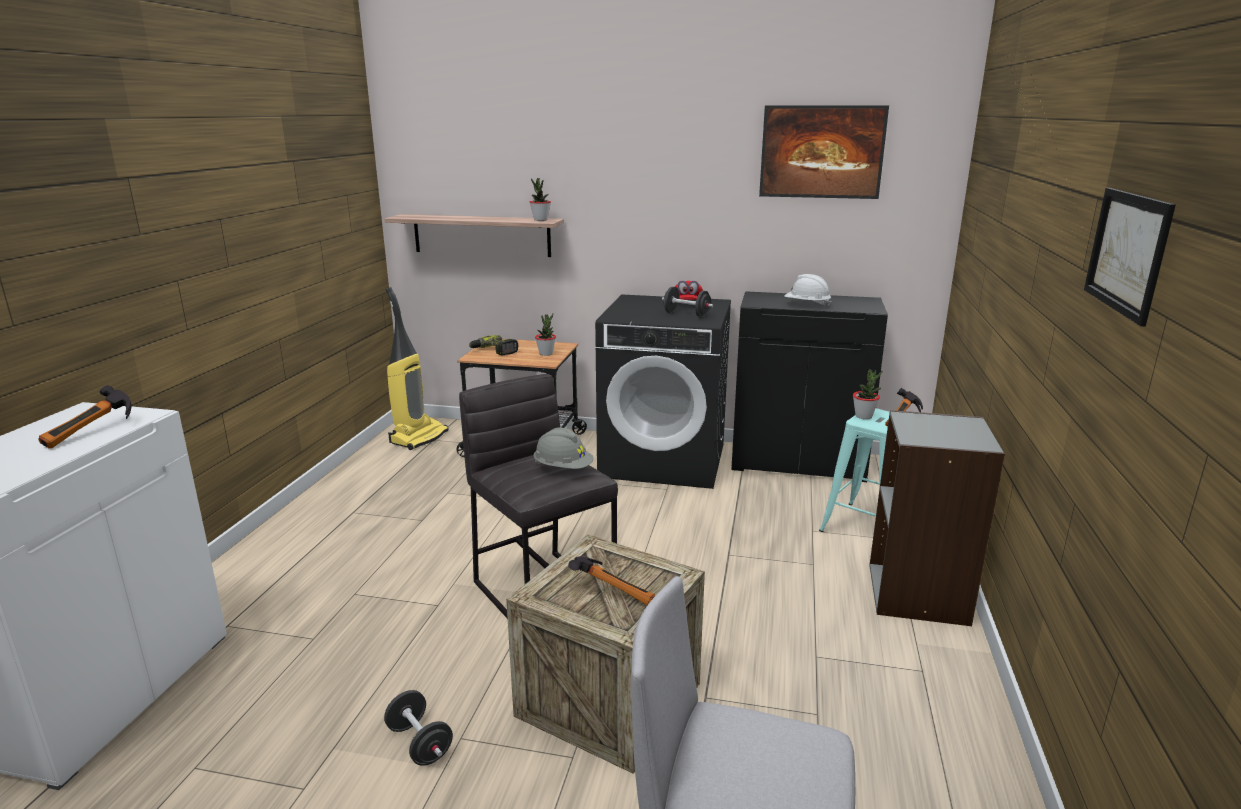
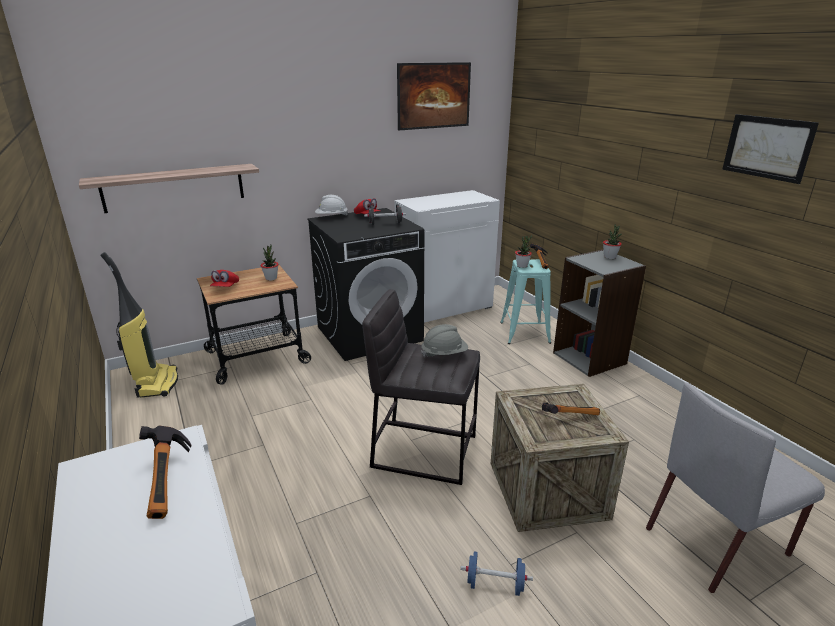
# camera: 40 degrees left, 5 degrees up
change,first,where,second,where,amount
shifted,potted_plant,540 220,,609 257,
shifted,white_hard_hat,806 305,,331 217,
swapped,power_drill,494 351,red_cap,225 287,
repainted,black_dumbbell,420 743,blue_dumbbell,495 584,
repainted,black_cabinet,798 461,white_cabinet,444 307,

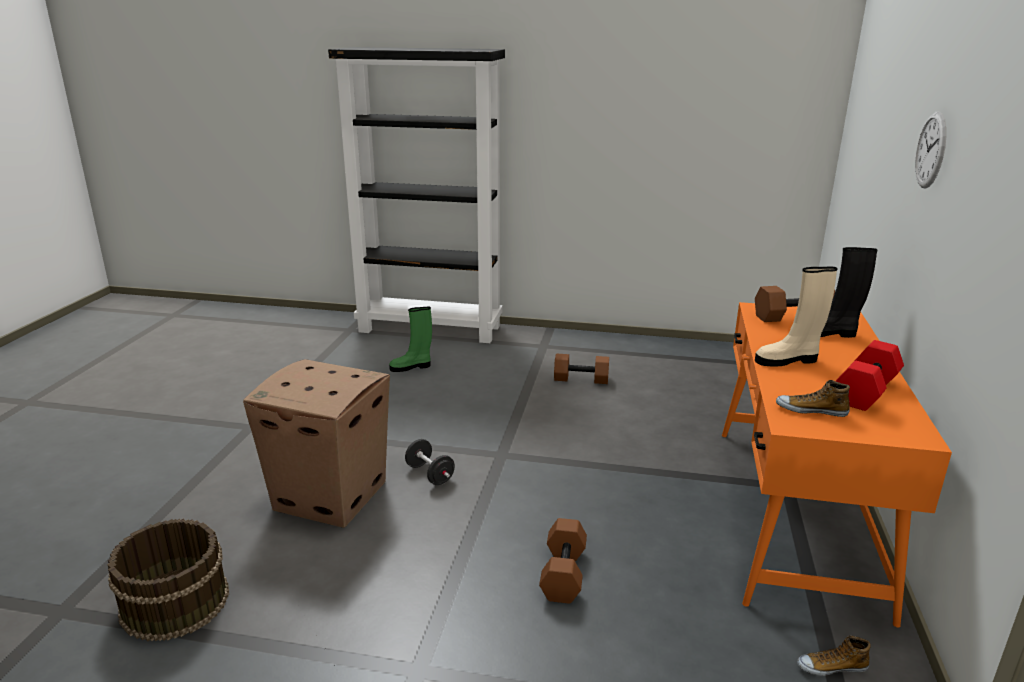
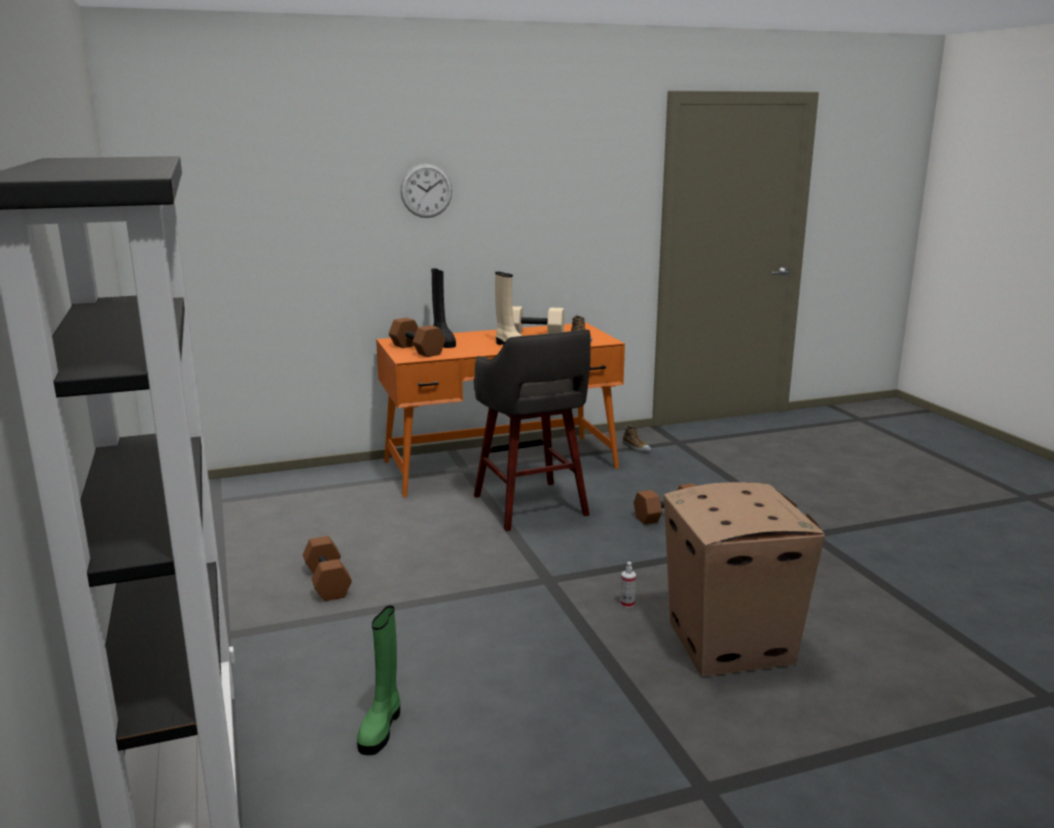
# camera: 120 degrees left, 5 degrees down
change,first,where,second,where,amount
gone,brown_bucket,173 602,,,
new,,,grey_stool,531 507,
swapped,black_dumbbell,430 474,spray_bottle,627 604,
repainted,red_dumbbell,864 391,beige_dumbbell,534 333,
rotated,green_boot,411 367,,381 728,60 degrees clockwise

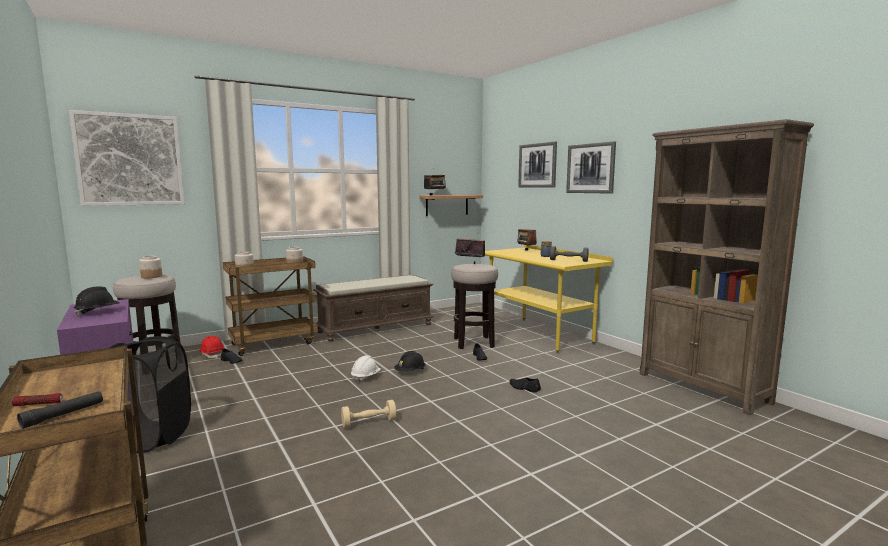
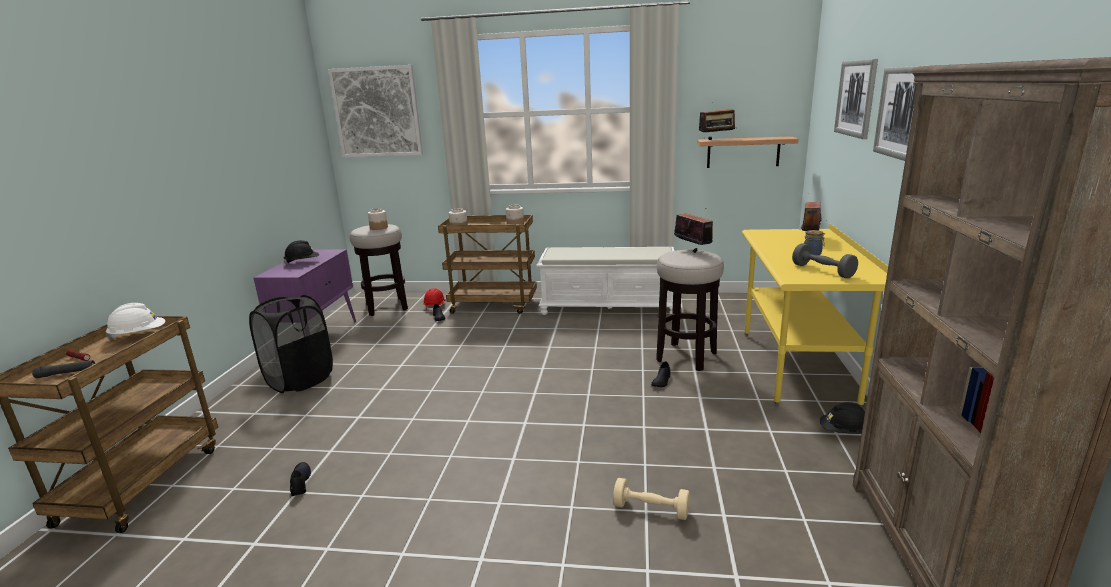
# camera: 40 degrees right, 10 degrees up
change,first,where,second,where,amount
shifted,beige_dumbbell,369 423,,651 509,
shifted,white_hard_hat,365 377,,139 335,
shifted,black_hard_hat,410 372,,843 432,
shifted,black_shoe,524 388,,300 482,
repainted,brown_bench,376 328,white_bench,609 307,

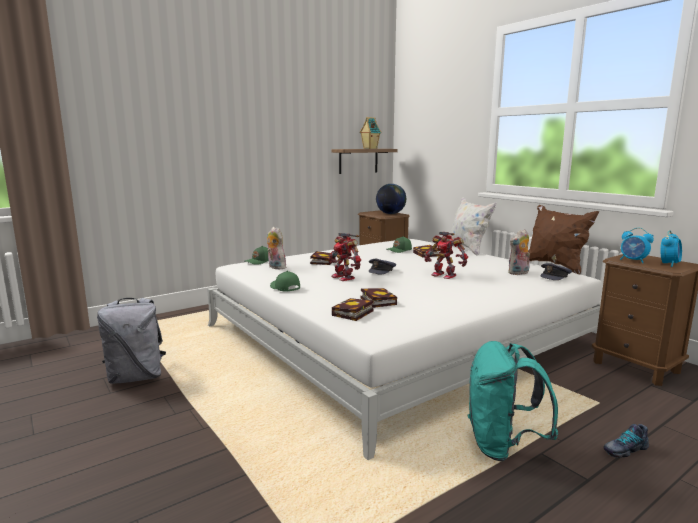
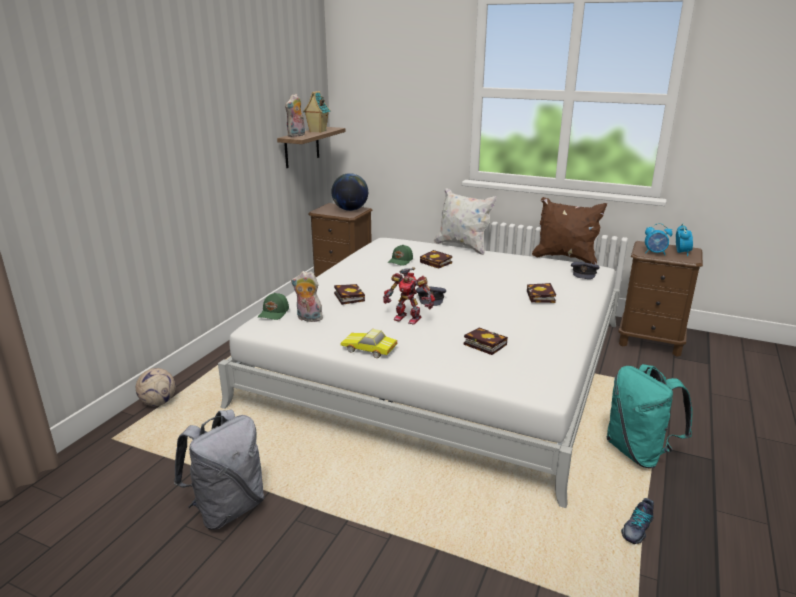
# camera: 30 degrees left, 10 degrees up
change,first,where,second,where,amount
gone,toy_robot,444 275,,,
new,,,football,158 402,
shifted,book,352 314,,541 297,
shifted,plush_toy,518 273,,296 135,
shifted,shoe,624 449,,636 528,
swapped,green_cap,284 288,toy_car,369 350,

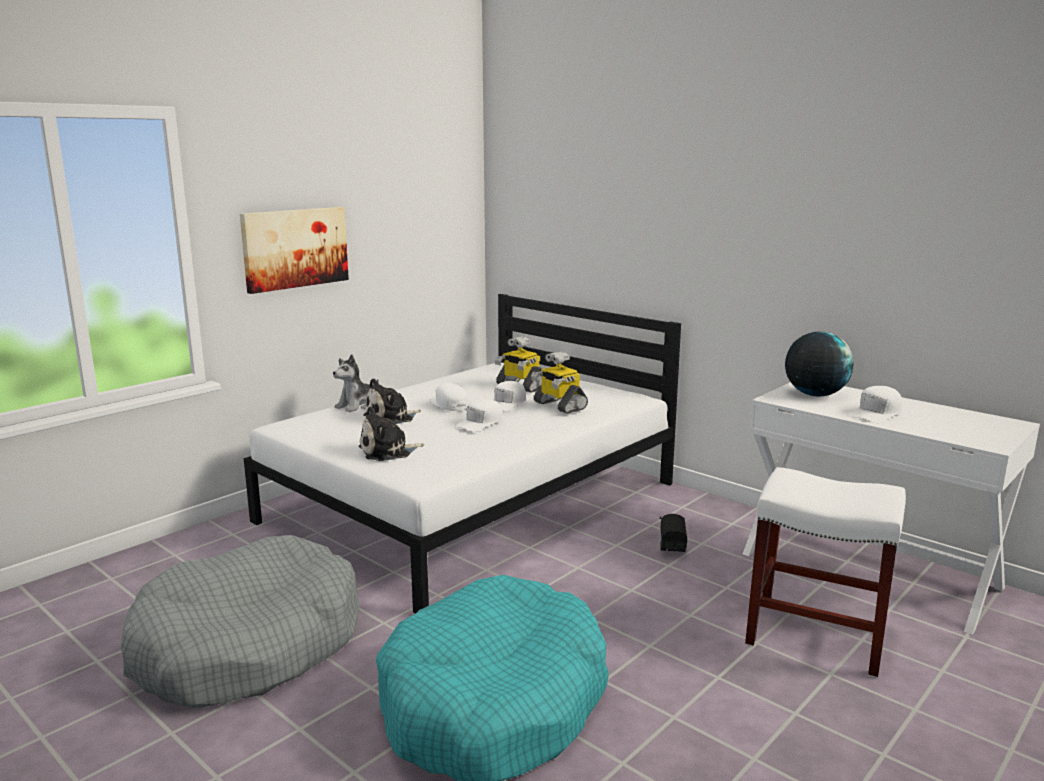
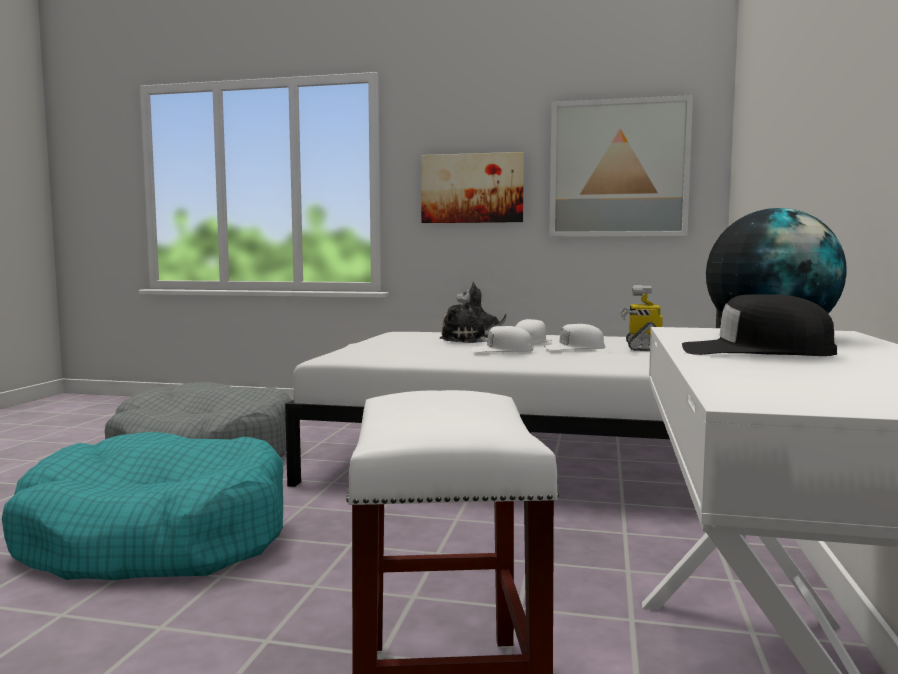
# camera: 60 degrees right, 10 degrees down
change,first,where,second,where,amount
gone,plush_toy,388 451,,,
gone,toy_robot,559 405,,,
gone,toy_truck,672 543,,,
new,,,picture,618 169,
repainted,white_cap,875 413,black_cap,755 352,

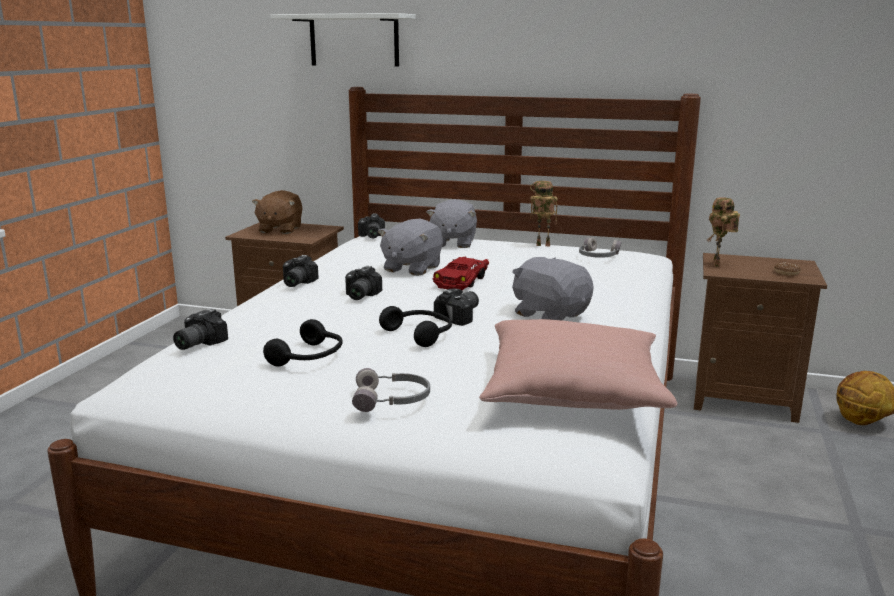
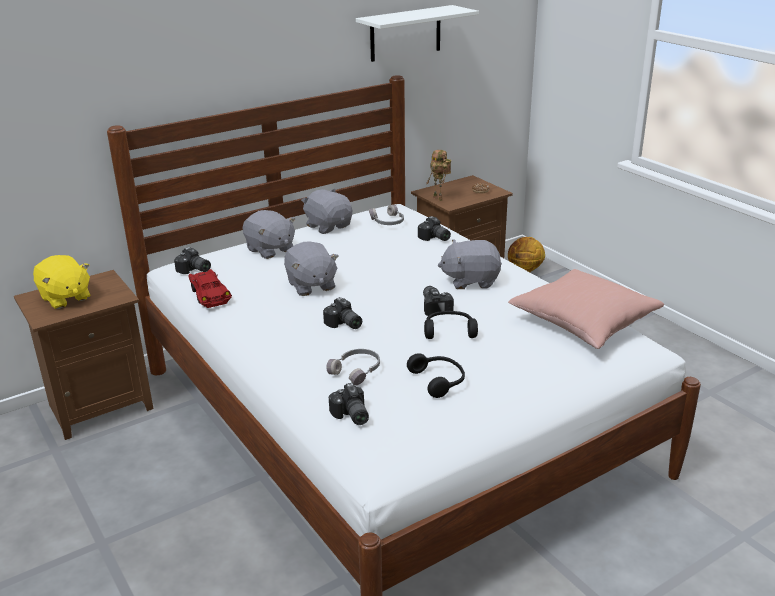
# camera: 50 degrees left, 10 degrees up
change,first,where,second,where,amount
shifted,white_shelf,354 40,,405 33,
shifted,photo_camera,295 283,,434 238,
shifted,grey_headphones,392 400,,357 371,
shifted,red_toy_car,463 281,,209 294,
swapped,toy_robot,541 245,grey_plush_toy,328 226,
repainted,brown_plush_toy,280 229,yellow_plush_toy,65 298,

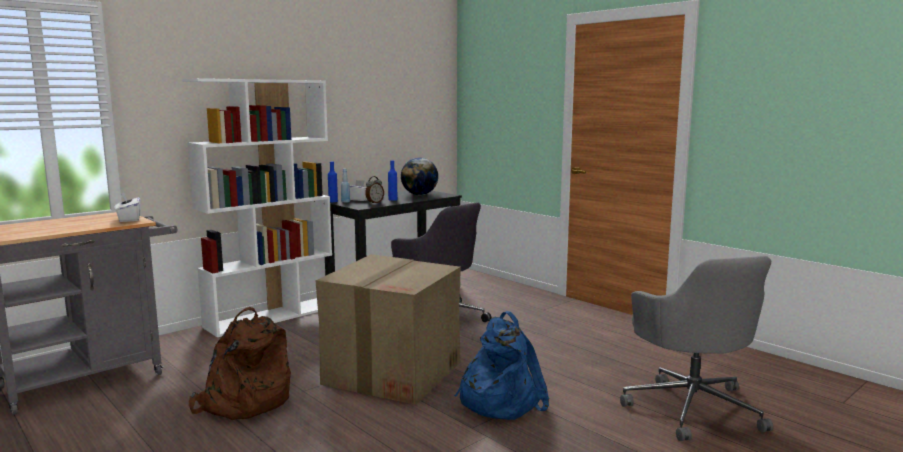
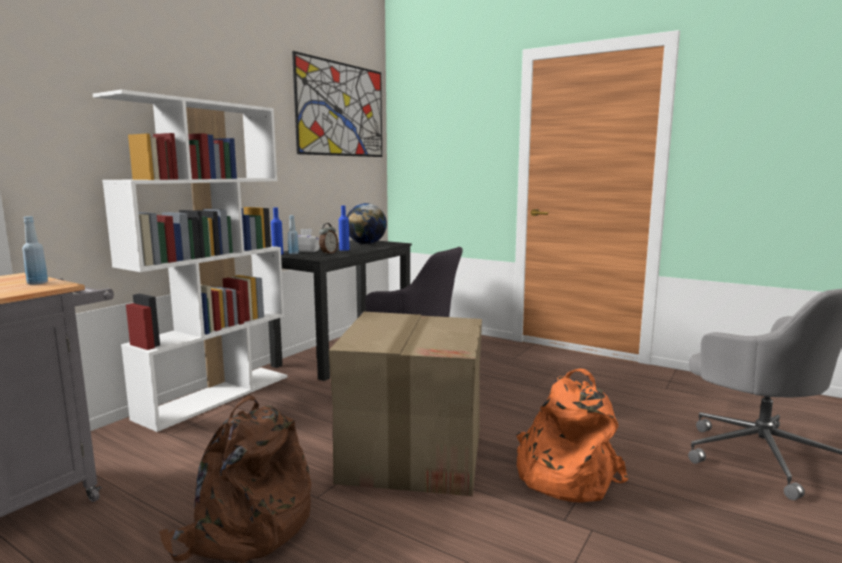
# camera: 15 degrees left, 0 degrees up
change,first,where,second,where,amount
new,,,picture,341 110,
swapped,white_tissue_box,129 219,blue_bottle,37 283,
repainted,blue_backpack,499 400,orange_backpack,562 475,

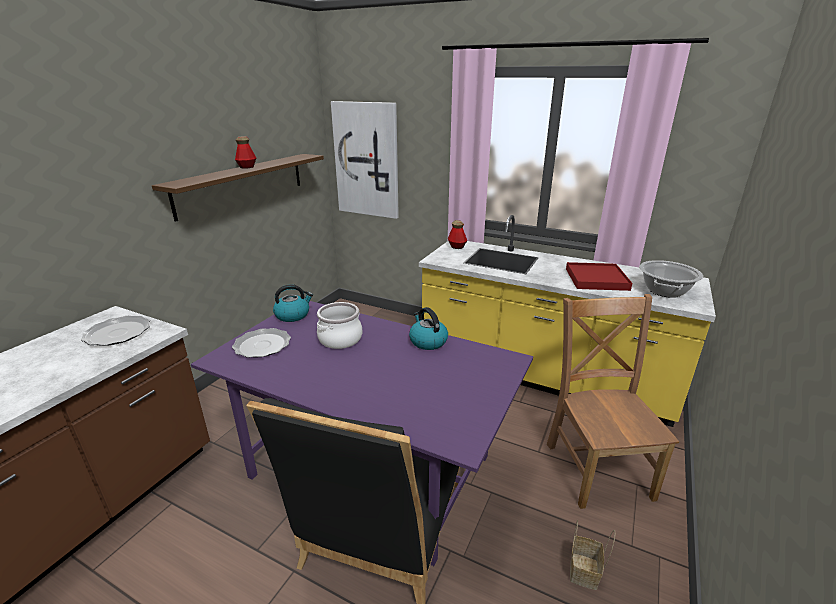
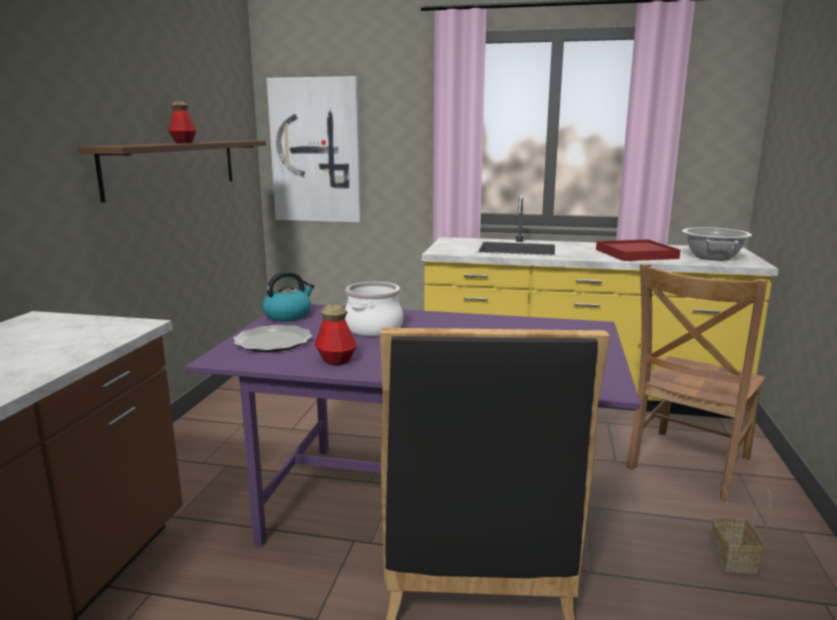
# camera: 15 degrees left, 10 degrees down
change,first,where,second,where,amount
gone,plate,118 333,,,
gone,kettle,427 341,,,
shifted,bottle,457 247,,336 360,
rotated,brown_chair,596 467,,687 465,120 degrees counterclockwise

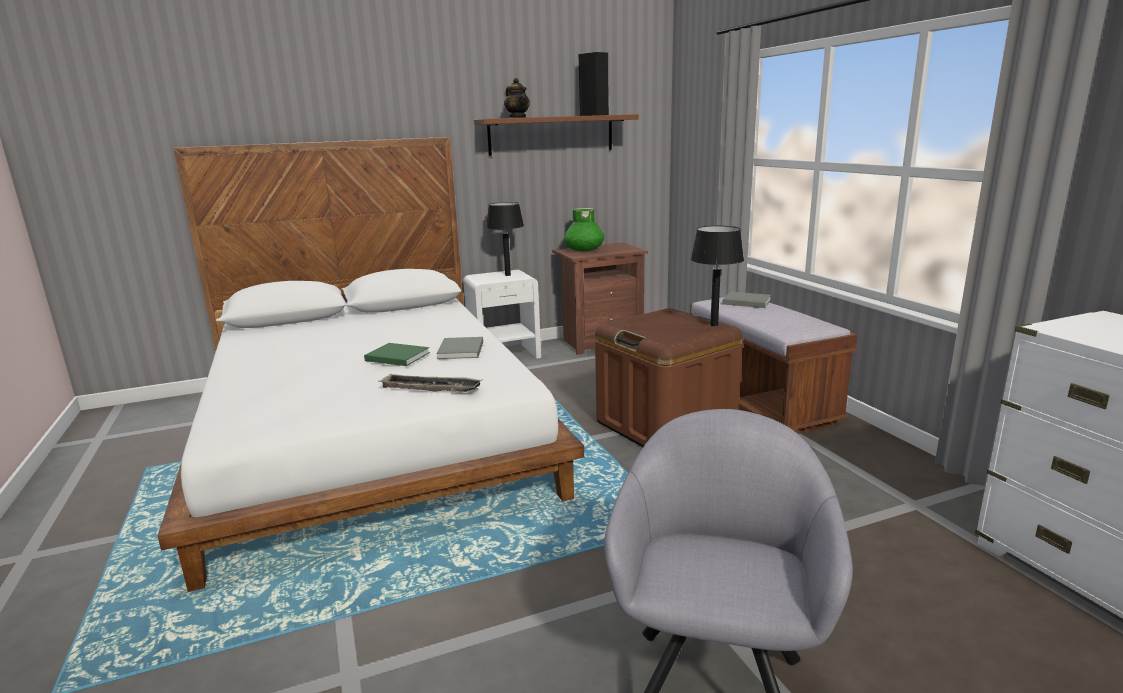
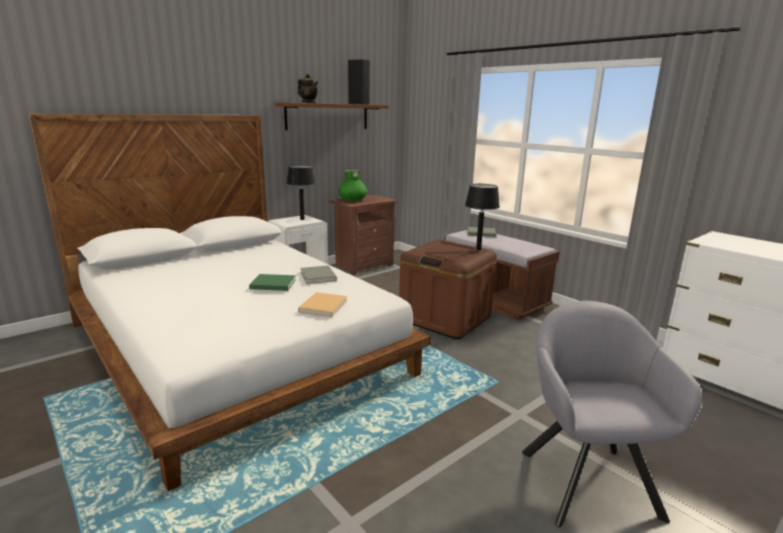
# camera: 20 degrees left, 0 degrees up
change,first,where,second,where,amount
swapped,tray,430 388,beige_book,324 305,

